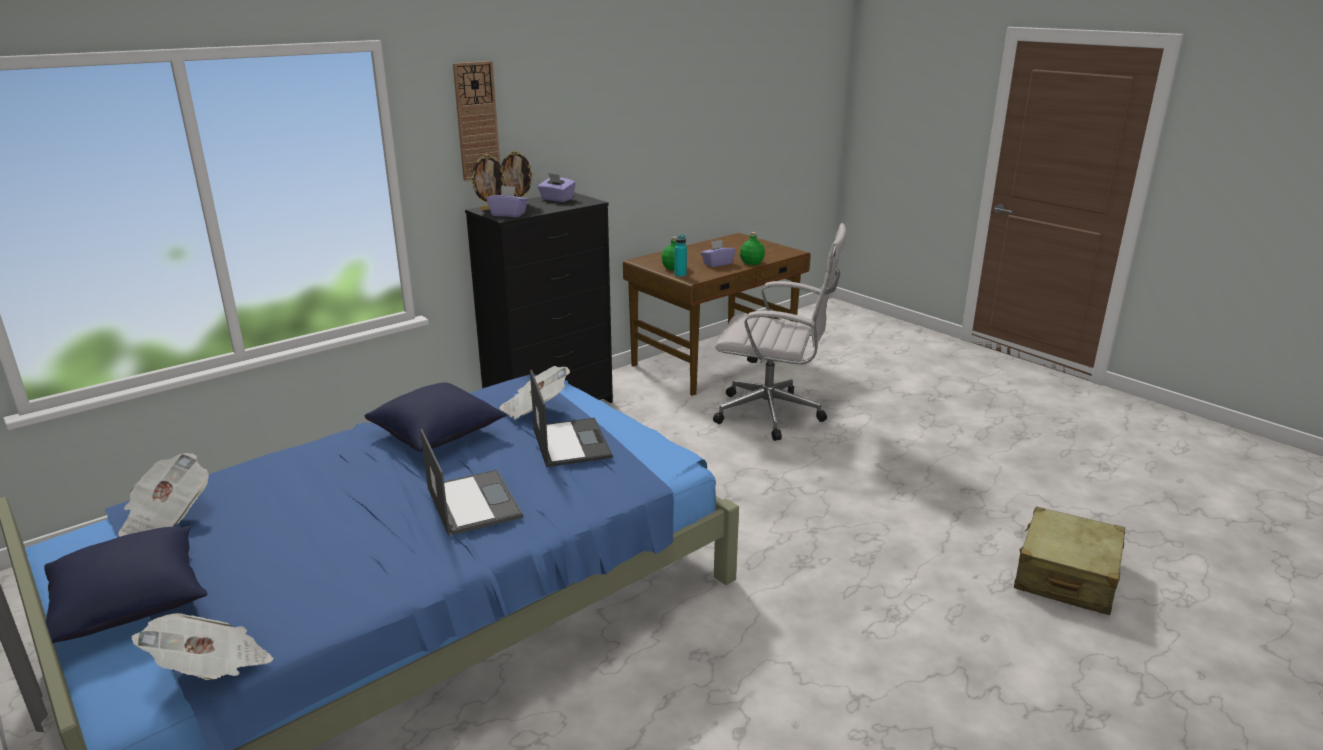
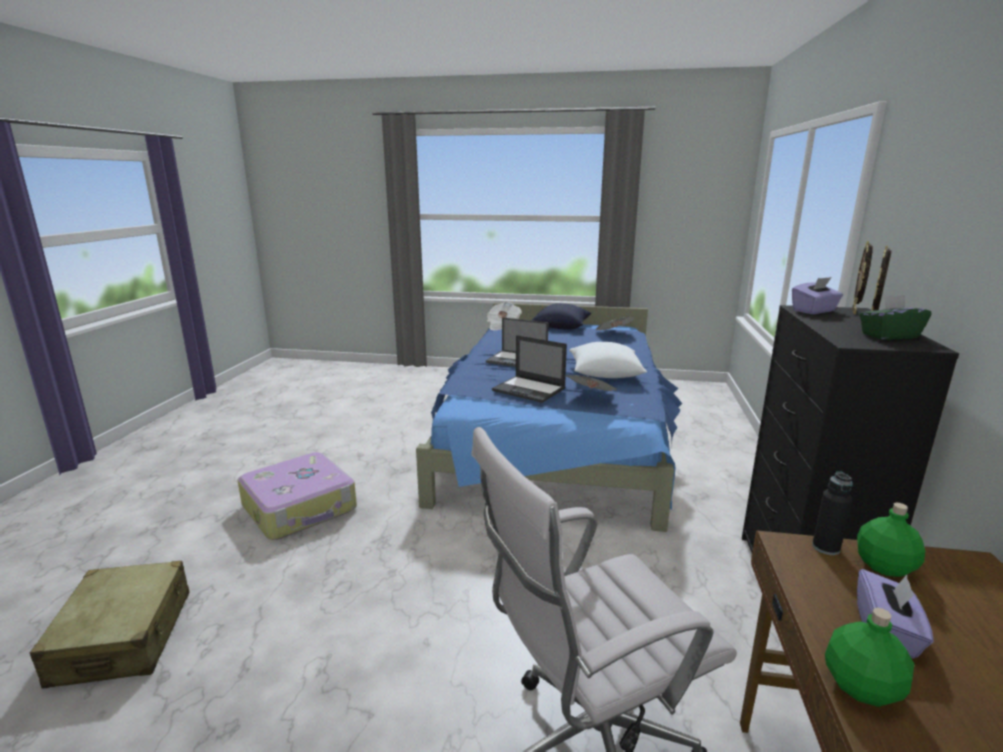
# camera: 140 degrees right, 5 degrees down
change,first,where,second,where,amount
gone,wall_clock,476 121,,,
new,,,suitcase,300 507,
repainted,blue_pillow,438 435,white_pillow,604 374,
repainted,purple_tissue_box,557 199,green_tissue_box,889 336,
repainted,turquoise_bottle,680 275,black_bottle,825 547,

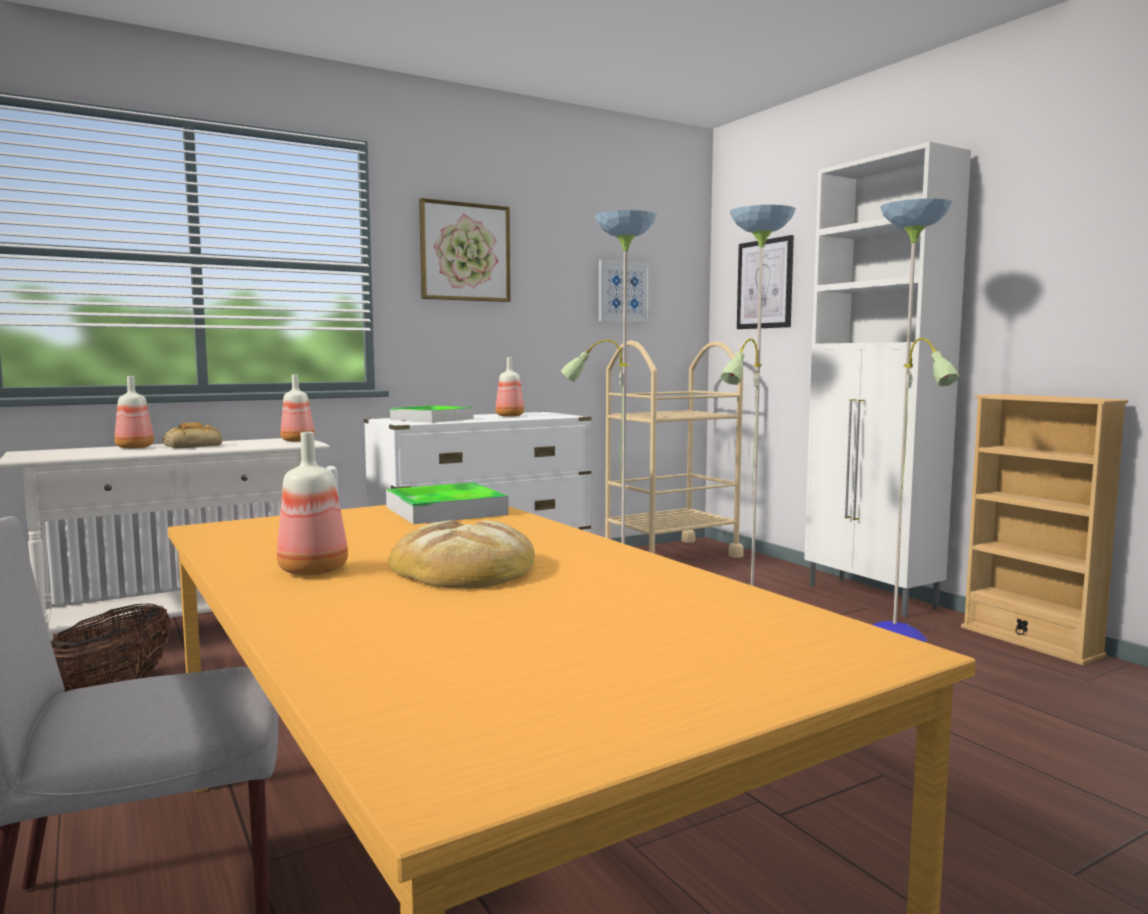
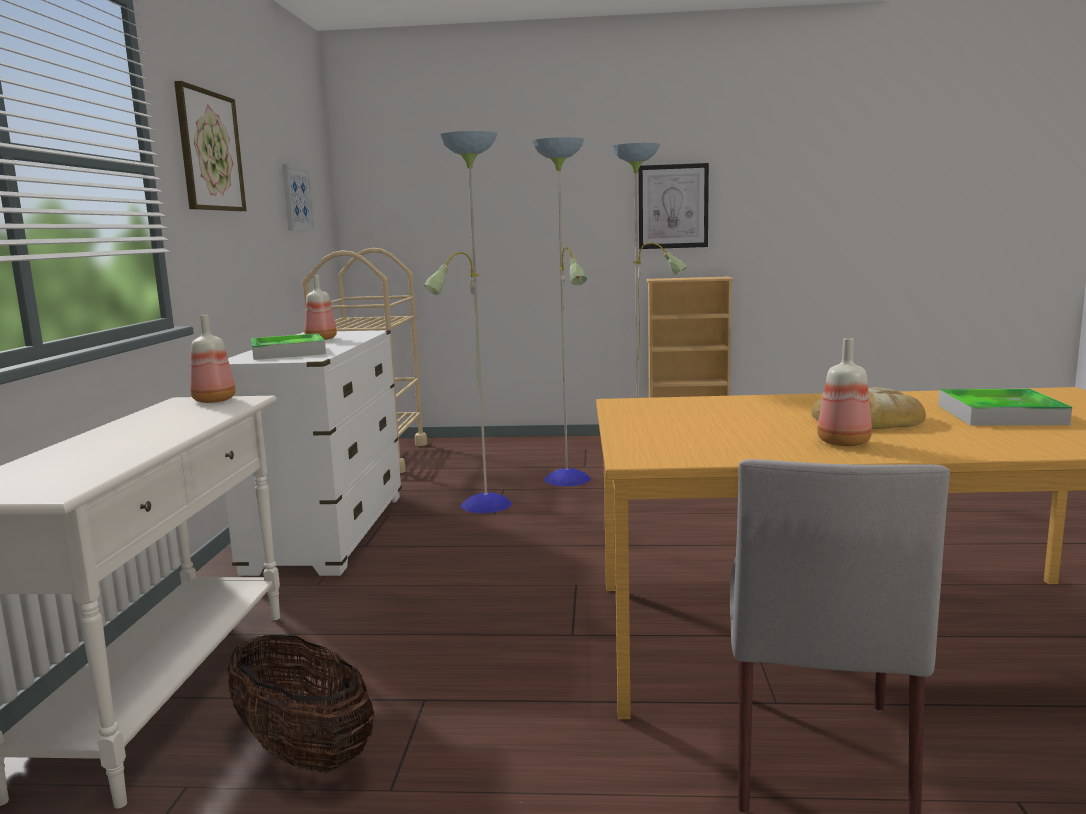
# camera: 55 degrees left, 5 degrees up
change,first,where,second,where,amount
gone,bottle,133 447,,,
gone,bread,193 445,,,
gone,white_cabinet,871 598,,,
shifted,tray,446 511,,1000 414,
shifted,picture,765 284,,673 206,

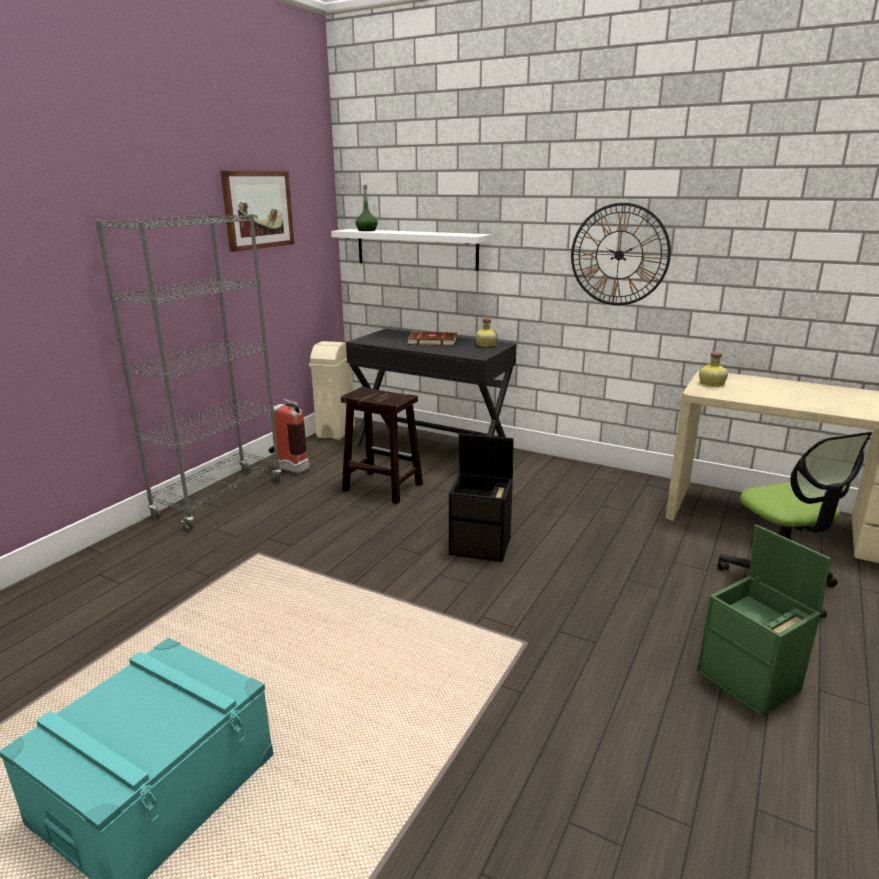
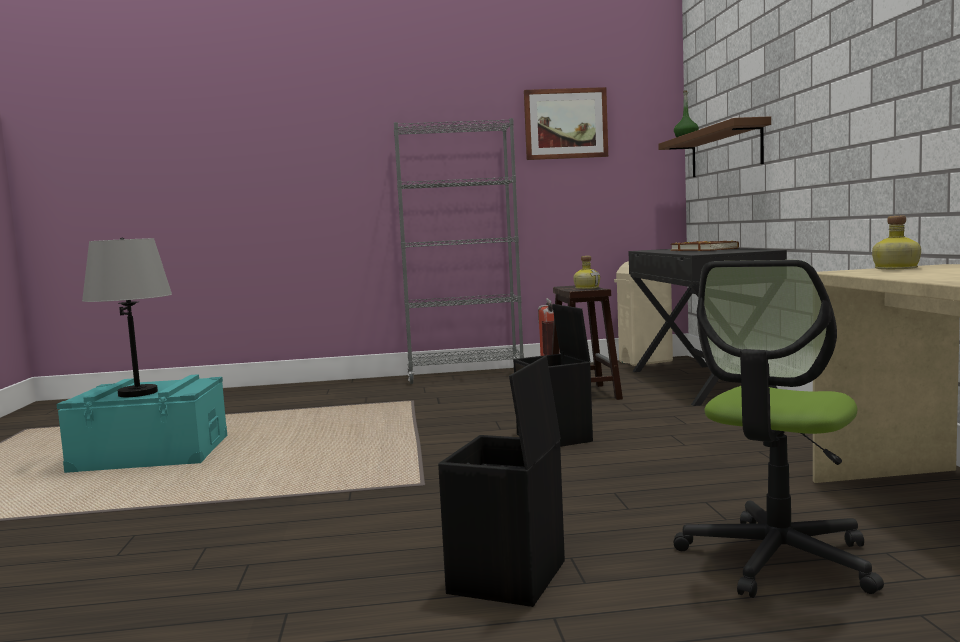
# camera: 55 degrees right, 15 degrees down
change,first,where,second,where,amount
gone,wall_clock,619 255,,,
new,,,grey_table_lamp,138 393,
shifted,bottle,485 344,,587 288,
repainted,white_shelf,416 249,brown_shelf,725 151,
repainted,green_storage_box,750 681,black_storage_box,508 578,

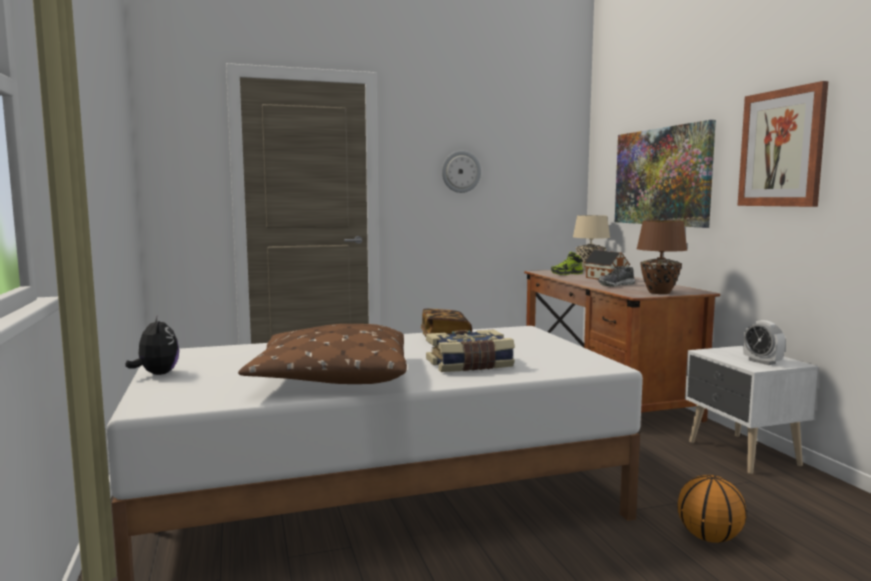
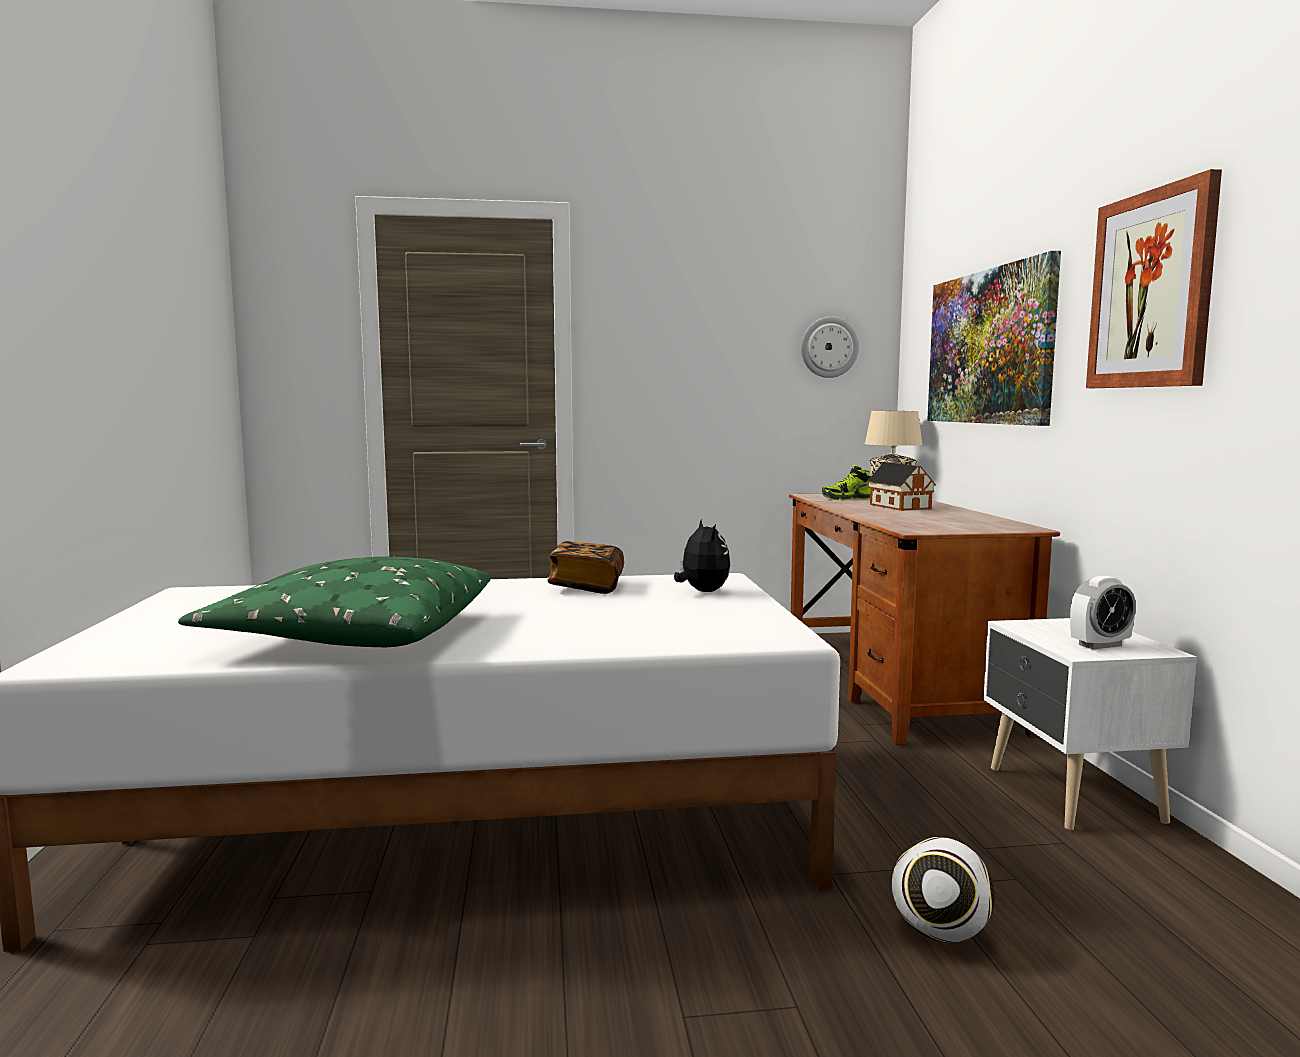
# camera: 10 degrees right, 0 degrees up
change,first,where,second,where,amount
gone,book,470 365,,,
gone,shoe,616 285,,,
gone,brown_table_lamp,659 292,,,
shifted,plush_toy,157 374,,702 591,
shifted,wall_clock,461 171,,829 347,
swapped,basketball,710 538,football,940 934,
repainted,brown_pillow,331 377,green_pillow,353 634,
rotated,alarm_clock,762 362,,1100 645,90 degrees counterclockwise

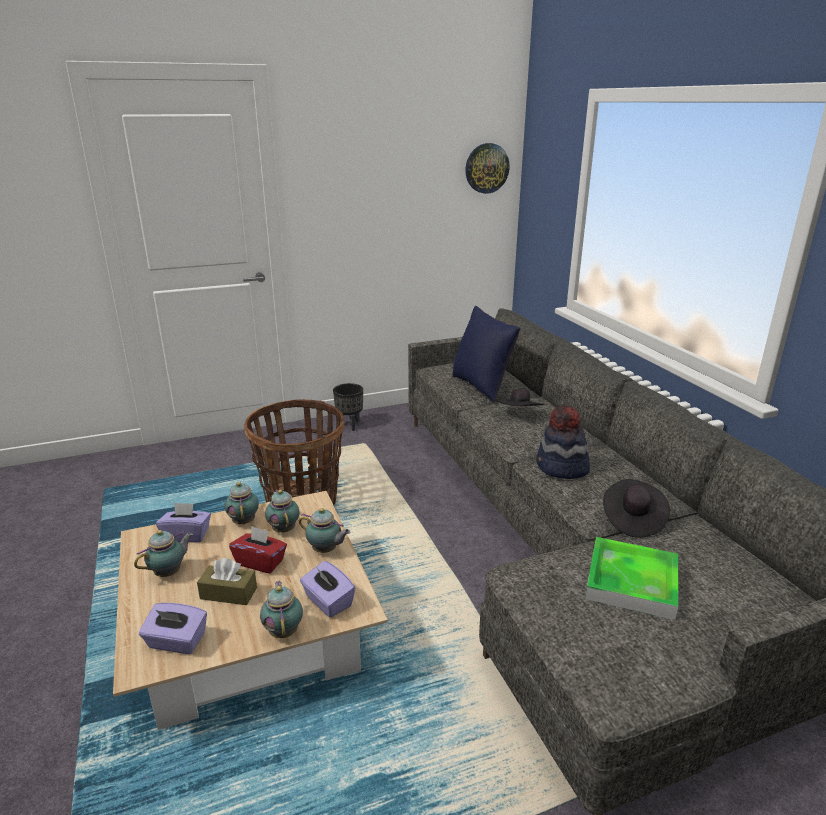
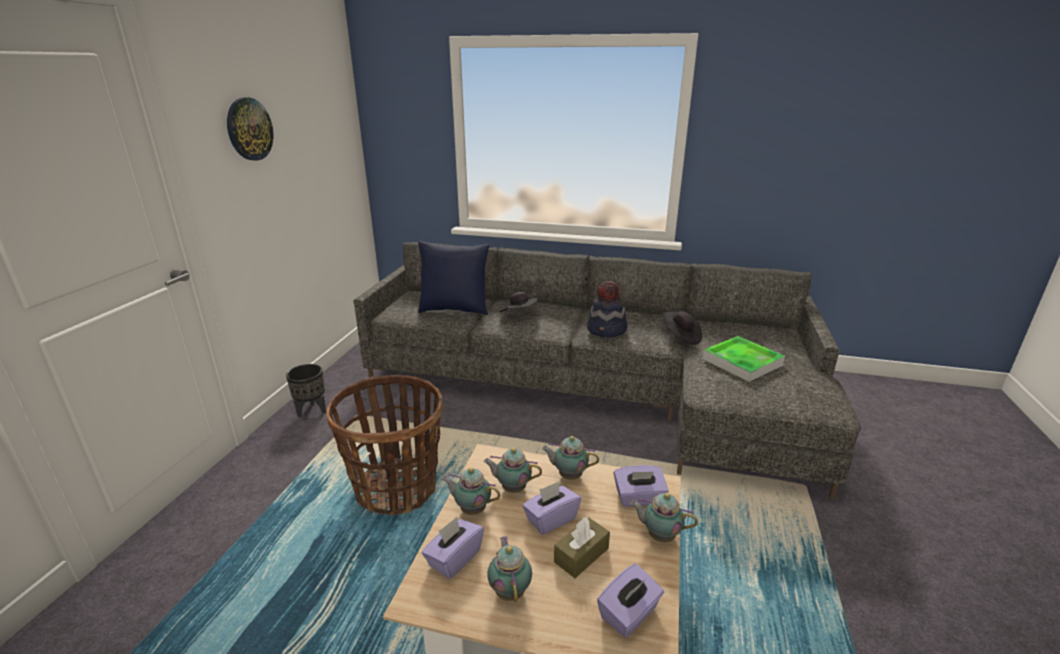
# camera: 55 degrees left, 0 degrees up
change,first,where,second,where,amount
shifted,wall_clock,486 168,,249 129,
repainted,red_tissue_box,260 562,purple_tissue_box,551 519,
rotated,teapot,326 550,,568 475,135 degrees counterclockwise

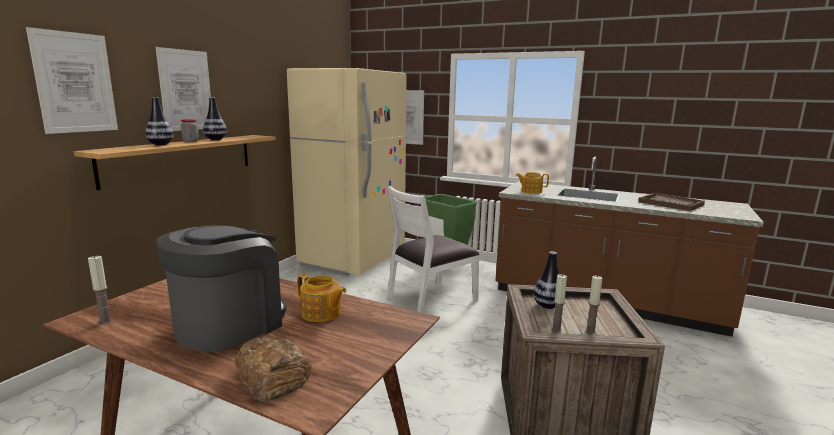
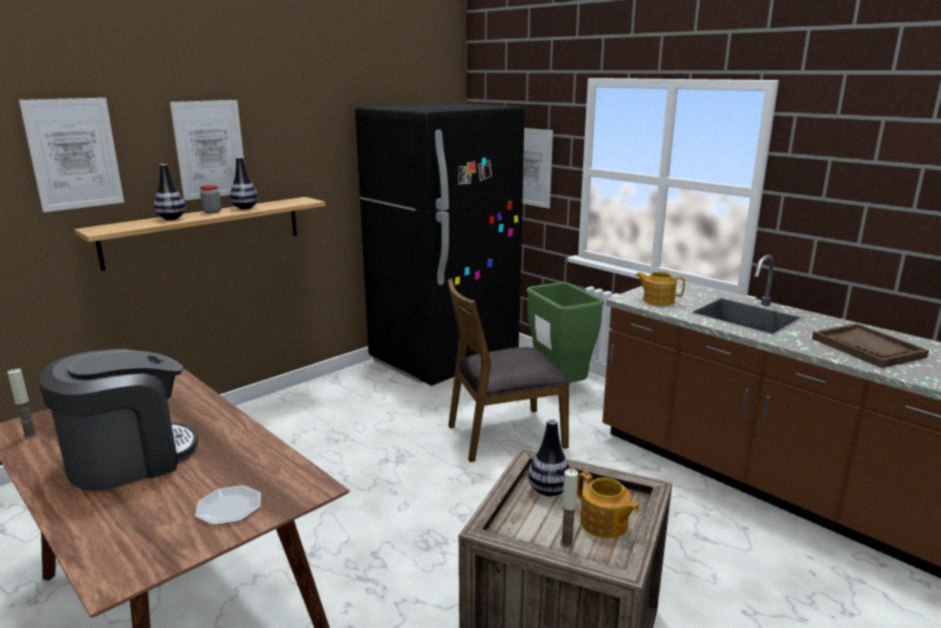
# camera: 20 degrees right, 5 degrees up
change,first,where,second,where,amount
gone,bread,273 375,,,
gone,candle,556 330,,,
new,,,plate,228 508,
shifted,teapot,321 313,,604 524,
repainted,beige_fridge,353 259,black_fridge,444 359,
repainted,white_chair,430 299,brown_chair,504 435,

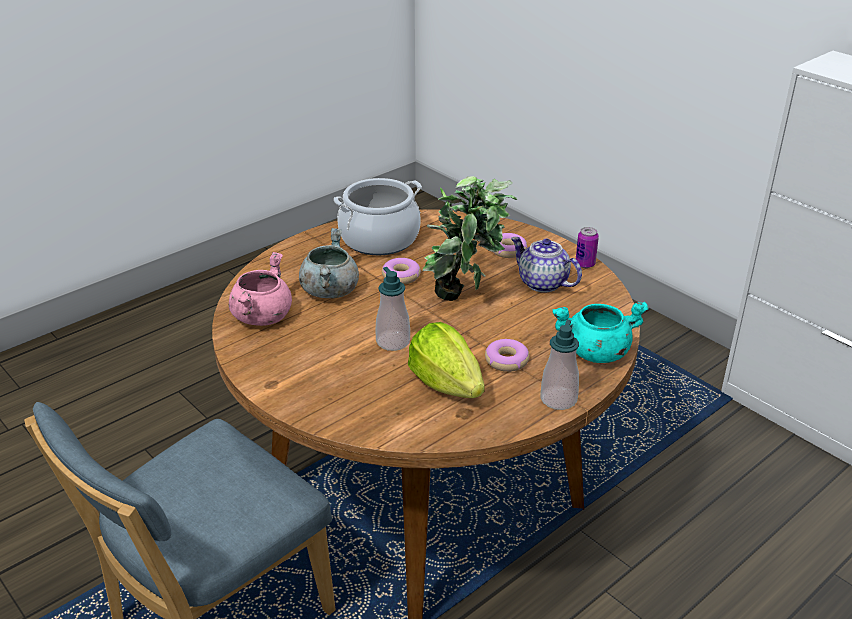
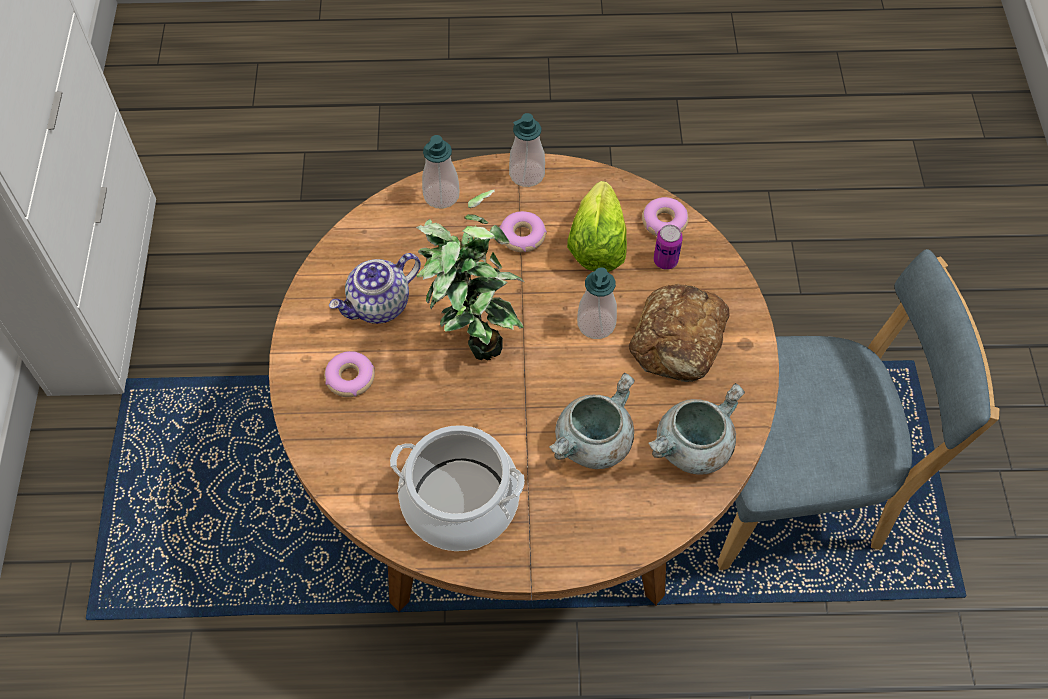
# camera: 140 degrees left, 25 degrees up
change,first,where,second,where,amount
new,,,bread,679 339,
shifted,donut,401 276,,664 222,
shifted,can,585 264,,665 261,
swapped,turquoise_cooking_pot,596 353,soap_dispenser,441 195,
repainted,pink_cooking_pot,262 316,grey_cooking_pot,692 448,
rotated,teapot,542 283,,379 305,60 degrees clockwise

